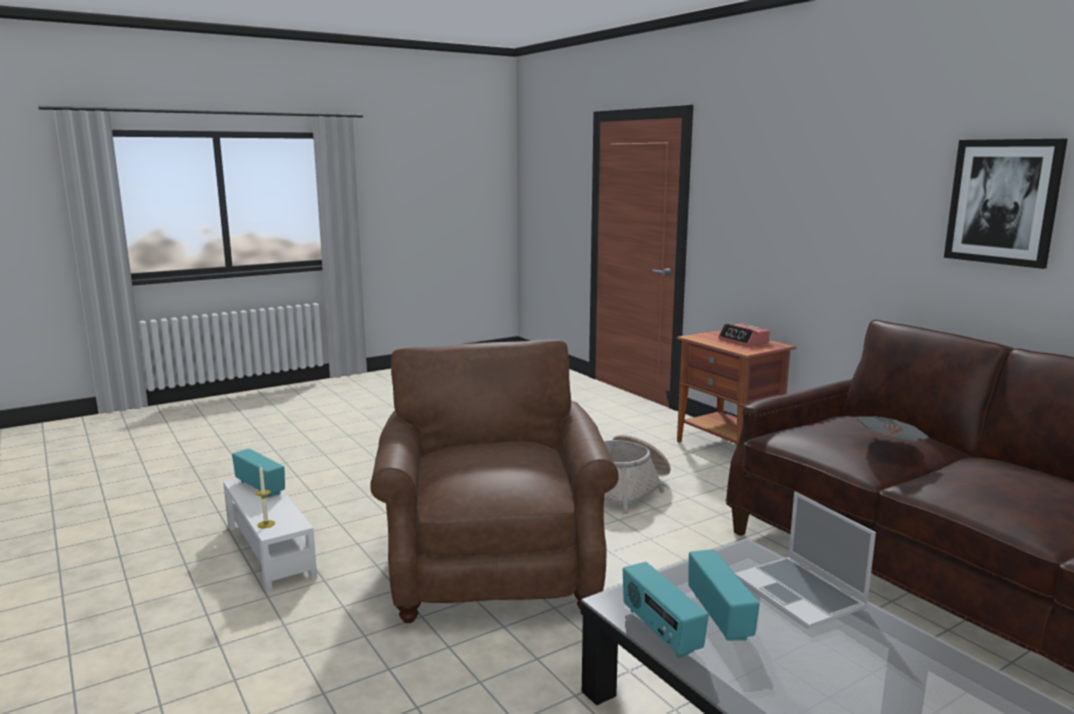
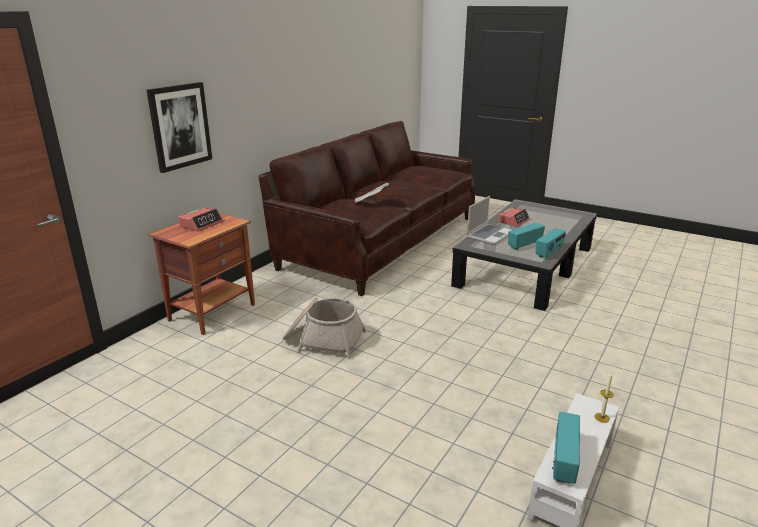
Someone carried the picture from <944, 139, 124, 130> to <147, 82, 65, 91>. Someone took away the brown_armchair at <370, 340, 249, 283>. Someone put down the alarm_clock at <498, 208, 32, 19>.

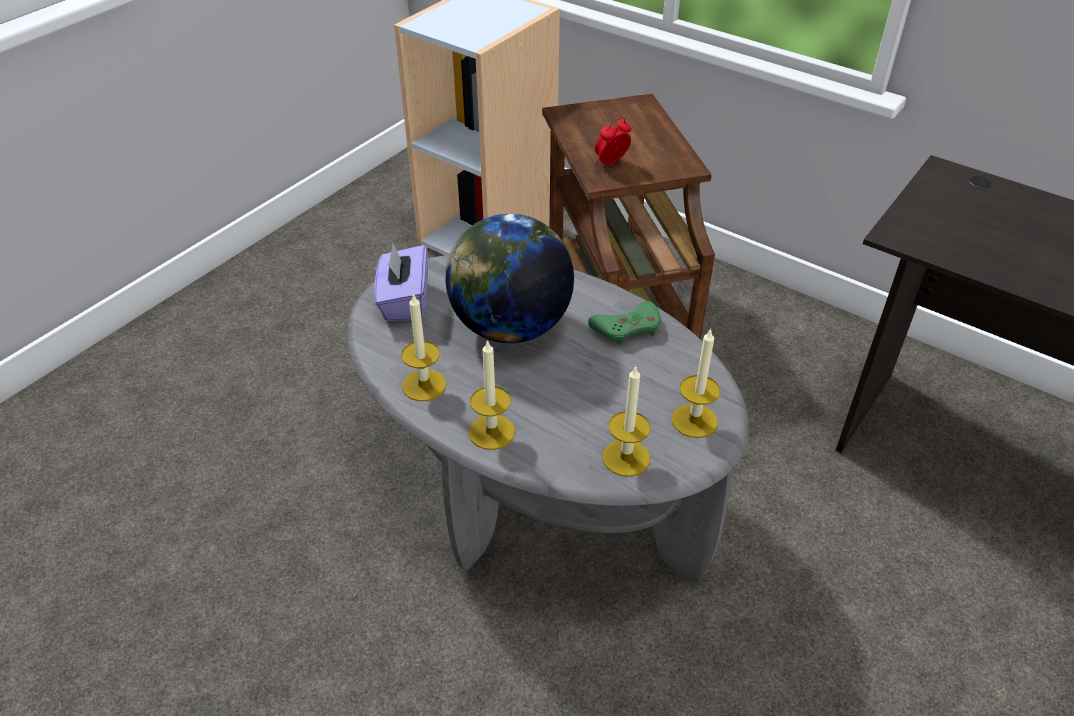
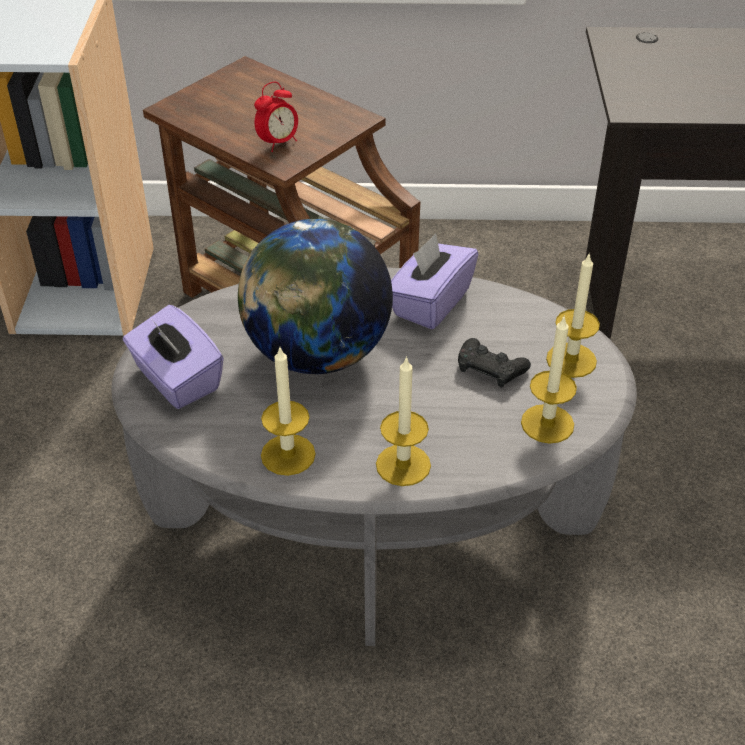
Someone rotated the alarm_clock at <595, 118, 36, 48> by 150 degrees counterclockwise. Someone swapped the green_game_controller at <588, 301, 73, 45> for the purple_tissue_box at <391, 233, 87, 96>. Someone put down the black_game_controller at <458, 338, 73, 50>.

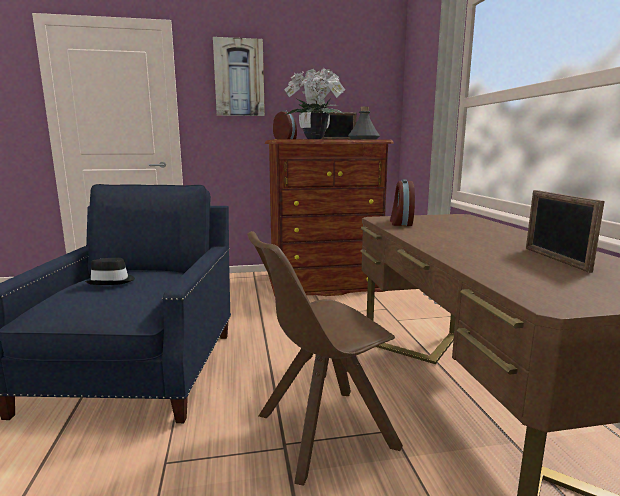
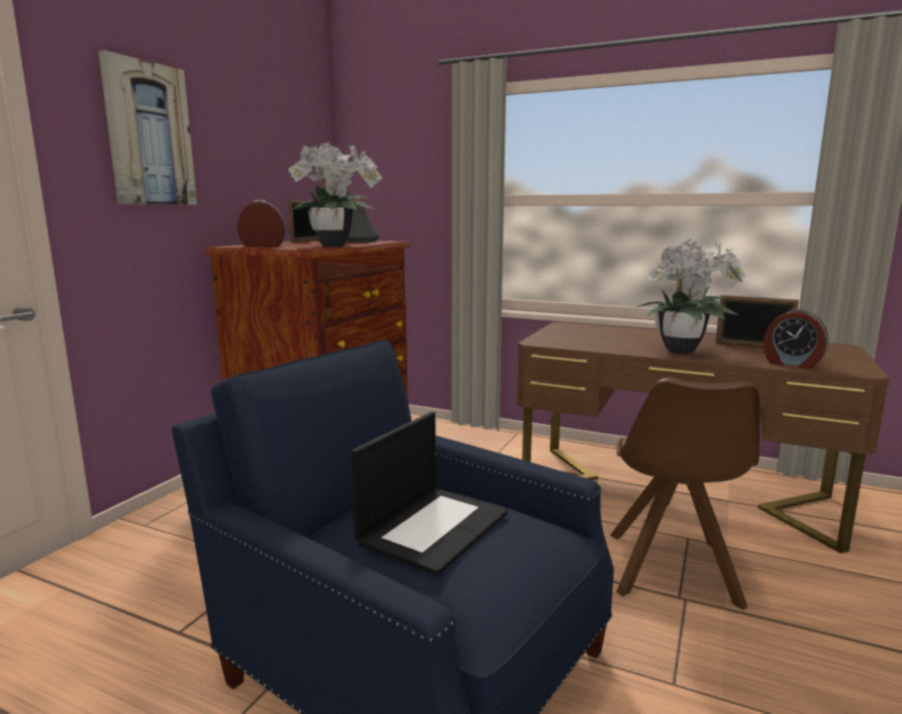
Someone carried the alarm_clock from <390, 179, 25, 47> to <763, 309, 65, 60>. Someone swapped the black_hat at <85, 258, 50, 27> for the laptop at <351, 412, 157, 164>. Someone put down the potted_plant at <635, 238, 110, 116>.

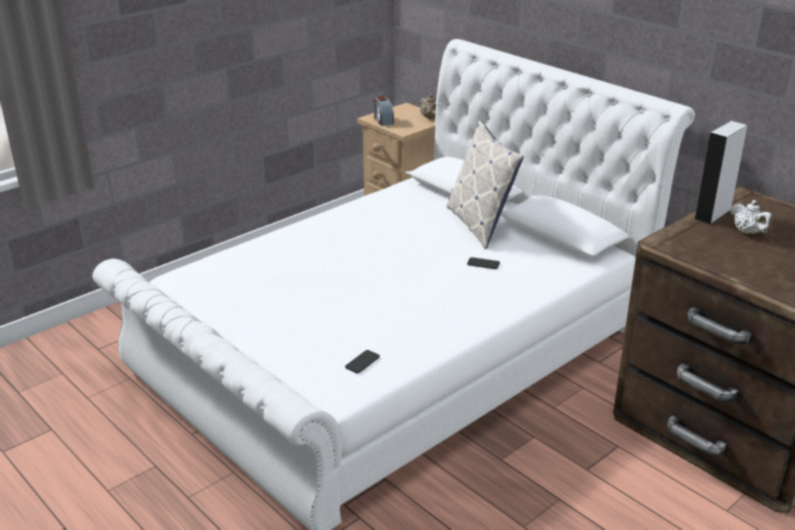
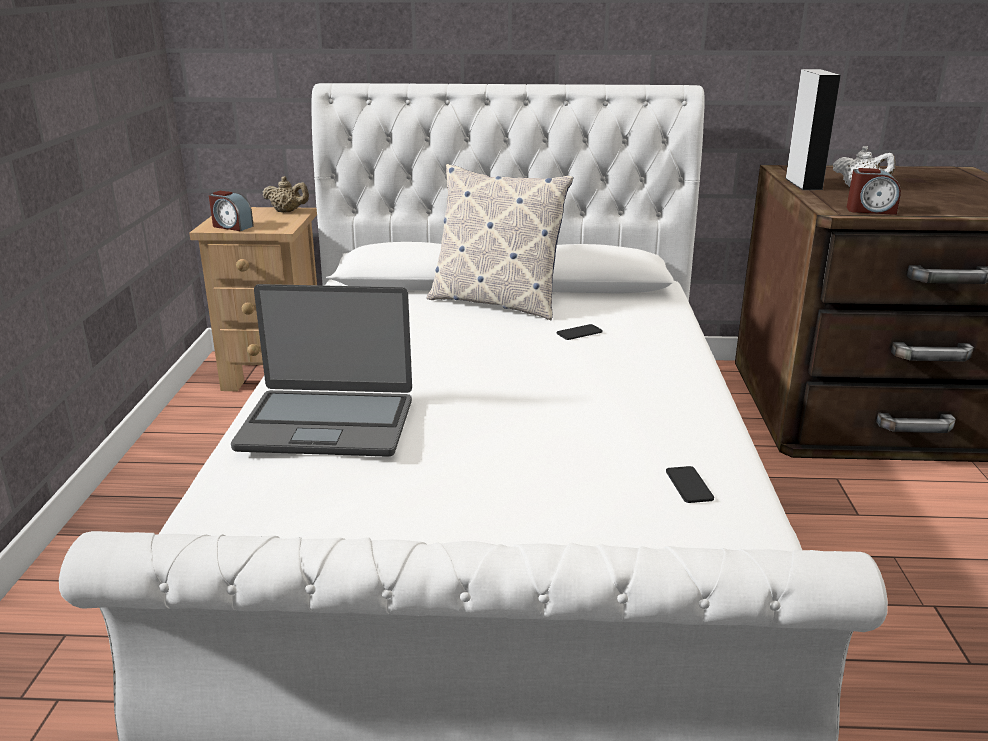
Someone put down the alarm_clock at <847, 168, 54, 47>. Someone put down the laptop at <231, 284, 181, 173>.

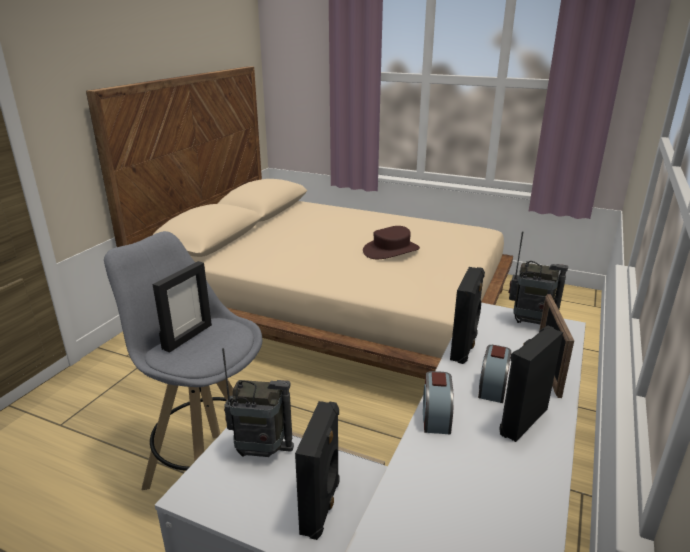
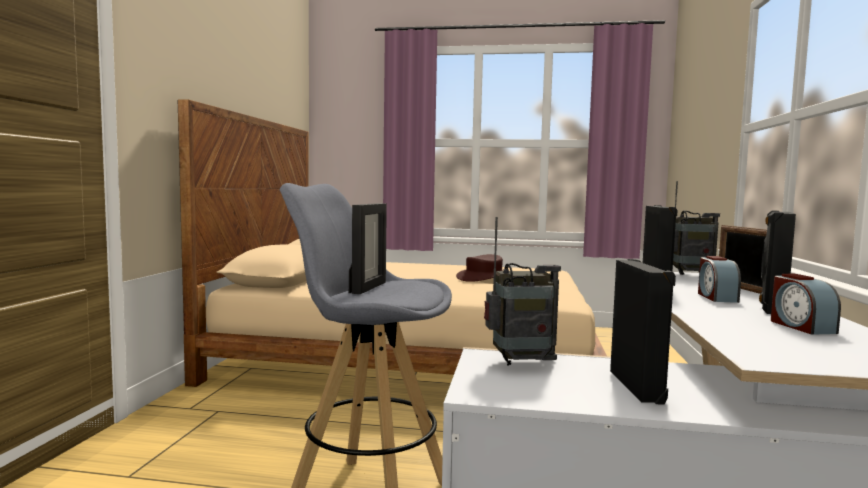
Someone carried the alarm_clock from <423, 371, 31, 63> to <771, 274, 70, 61>.

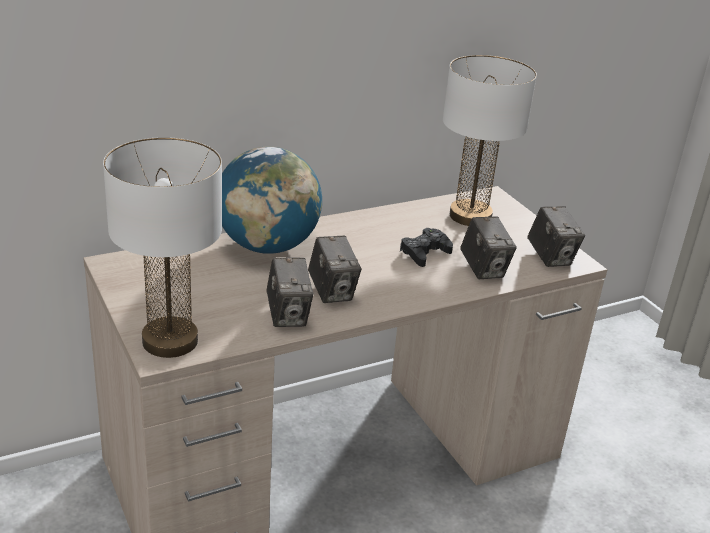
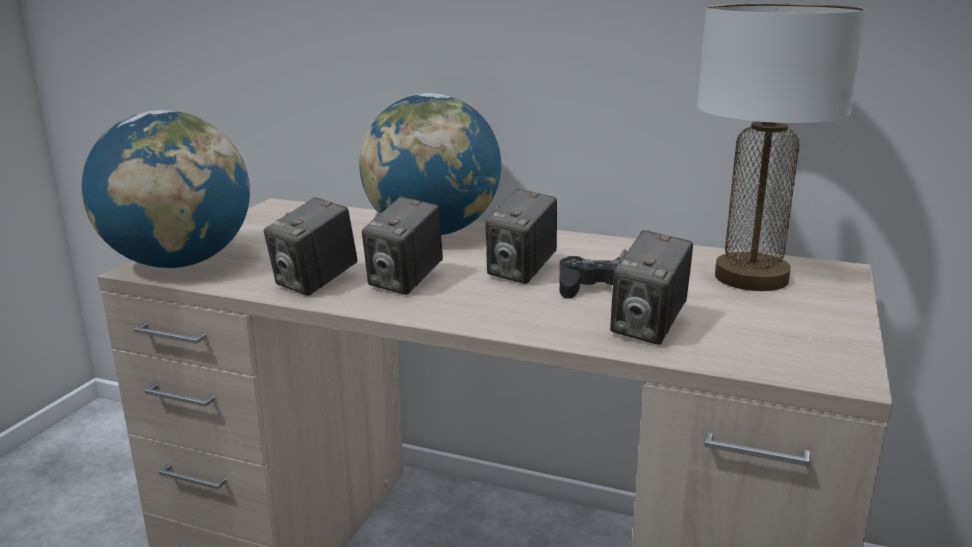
Someone swapped the table_lamp at <103, 137, 119, 221> for the globe at <82, 110, 168, 158>. Someone carried the photo_camera from <528, 206, 57, 61> to <485, 189, 72, 95>.

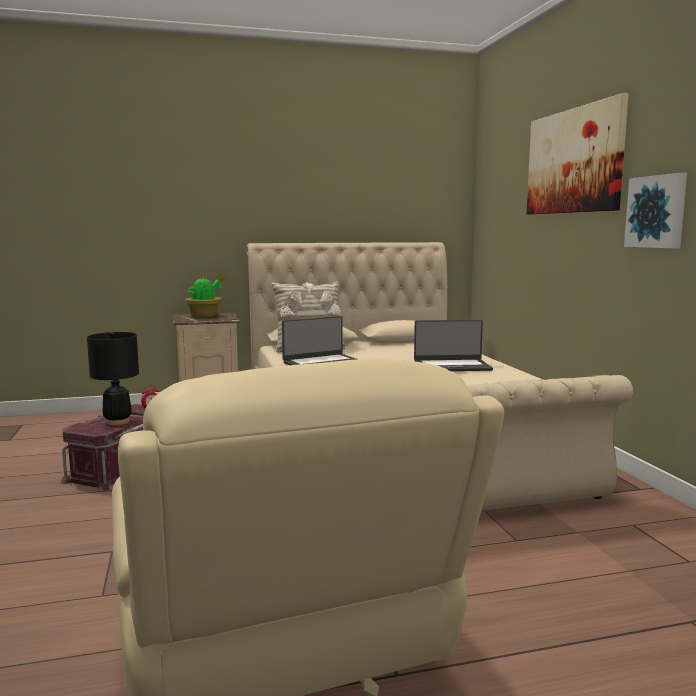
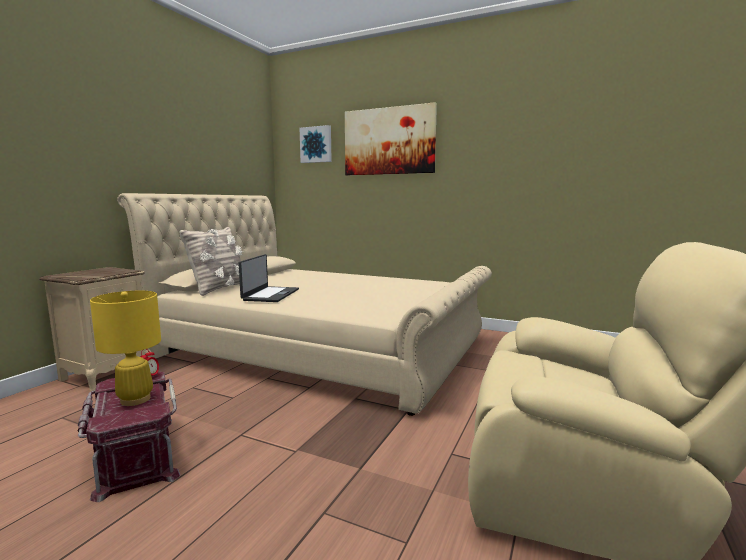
Someone carried the picture from <624, 173, 63, 76> to <300, 125, 32, 38>. Someone took away the potted_plant at <185, 274, 41, 43>. Someone took away the laptop at <414, 320, 79, 51>. Someone repainted the black_table_lamp at <87, 332, 52, 93>, which became the yellow_table_lamp at <90, 291, 71, 115>.

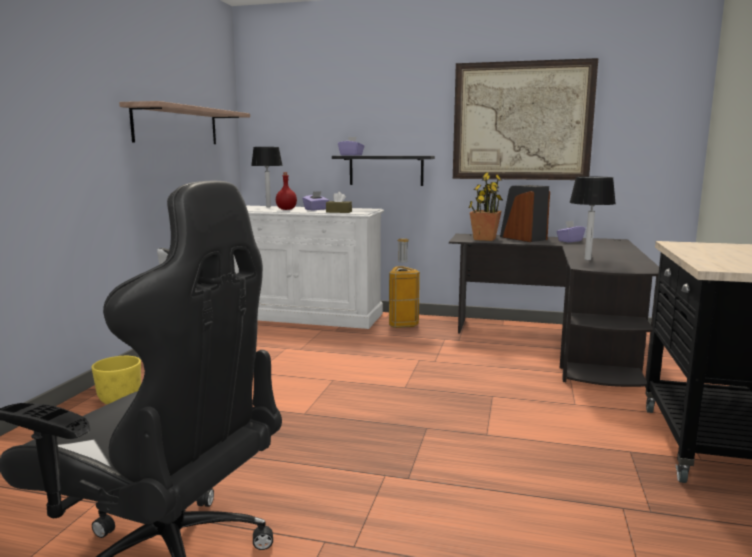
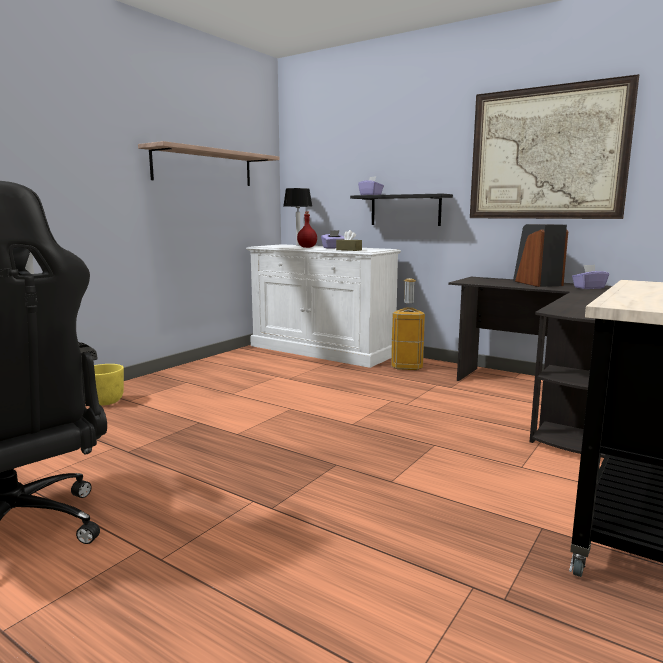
Someone took away the potted_plant at <469, 172, 34, 69>. Someone took away the table_lamp at <569, 176, 47, 84>.

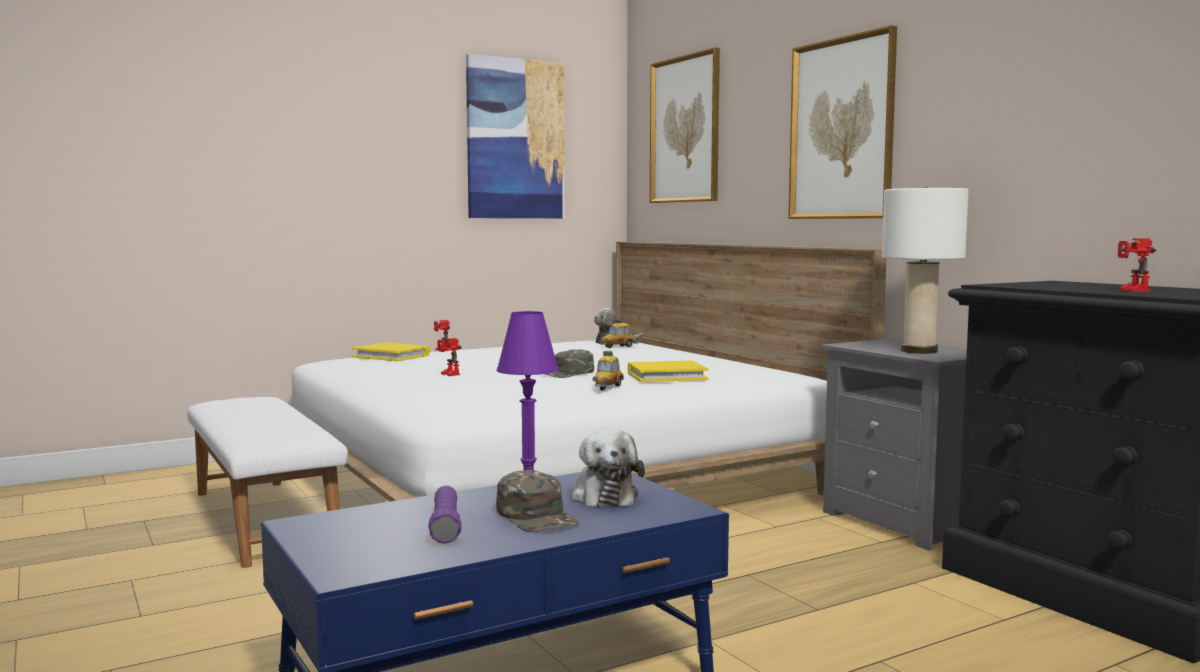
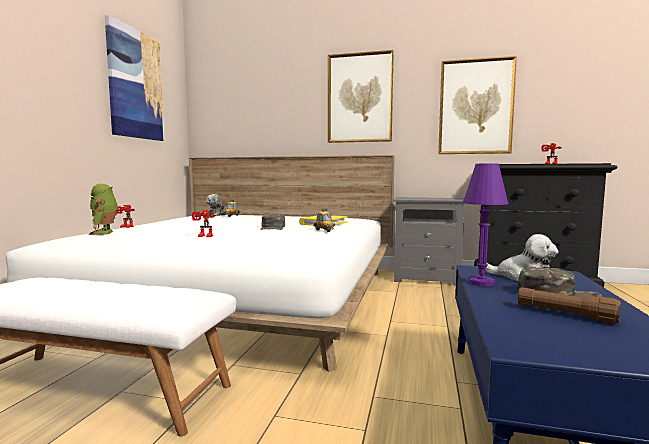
Someone carried the picture from <650, 47, 70, 156> to <438, 56, 79, 98>. Someone took away the white_table_lamp at <882, 187, 87, 167>. Someone swapped the yellow_book at <352, 342, 78, 19> for the toy_robot at <89, 183, 29, 52>. Someone repainted the purple_flashlight at <428, 485, 34, 59>, which became the brown_flashlight at <518, 288, 103, 36>.

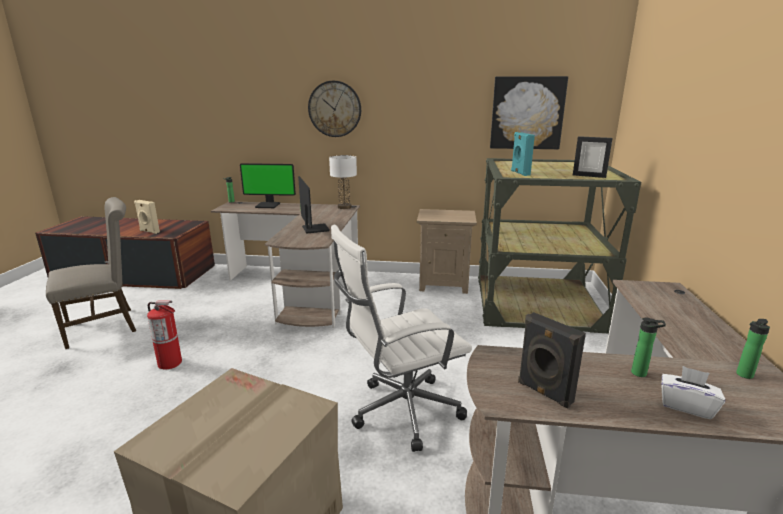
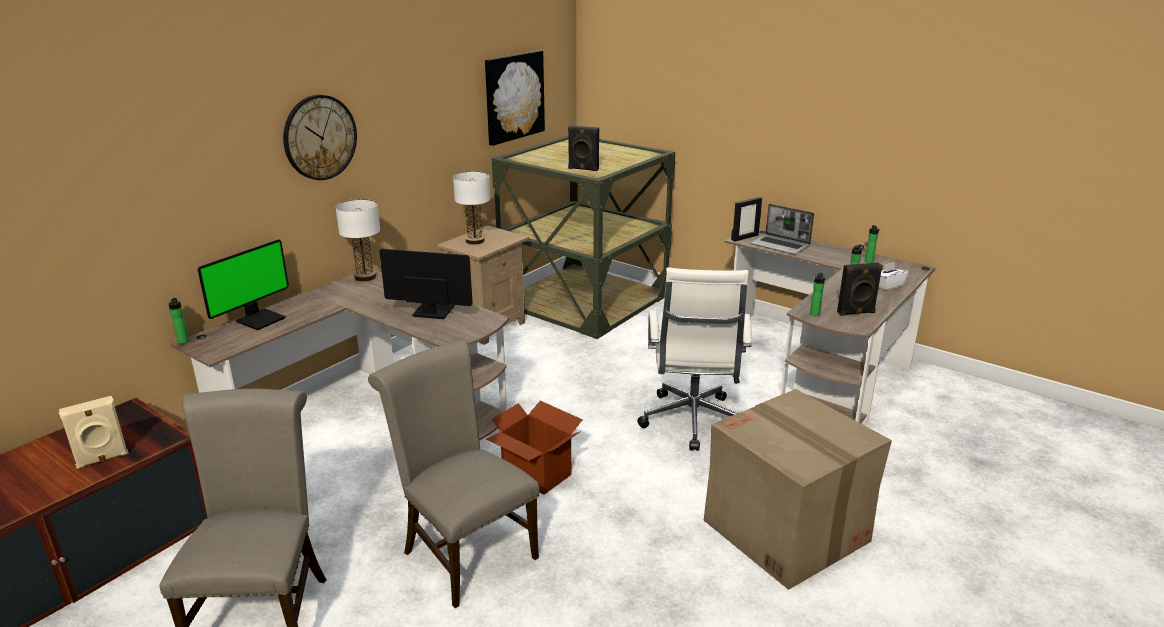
Someone repainted the turquoise_speaker at <511, 132, 24, 44>, which became the black_speaker at <568, 126, 31, 45>. Someone carried the picture_frame from <573, 136, 40, 42> to <731, 197, 31, 45>. Someone swapped the fire_extinguisher at <147, 301, 35, 69> for the beige_chair at <368, 340, 172, 268>. Someone put down the table_lamp at <453, 171, 38, 74>. Someone put down the laptop at <751, 204, 63, 51>. Someone put down the bottle at <810, 273, 15, 43>. Someone put down the cardboard_box at <486, 401, 97, 94>.

